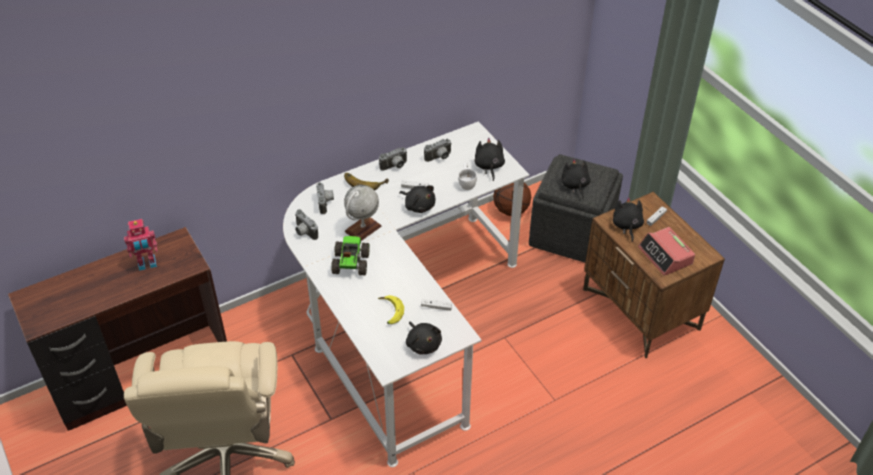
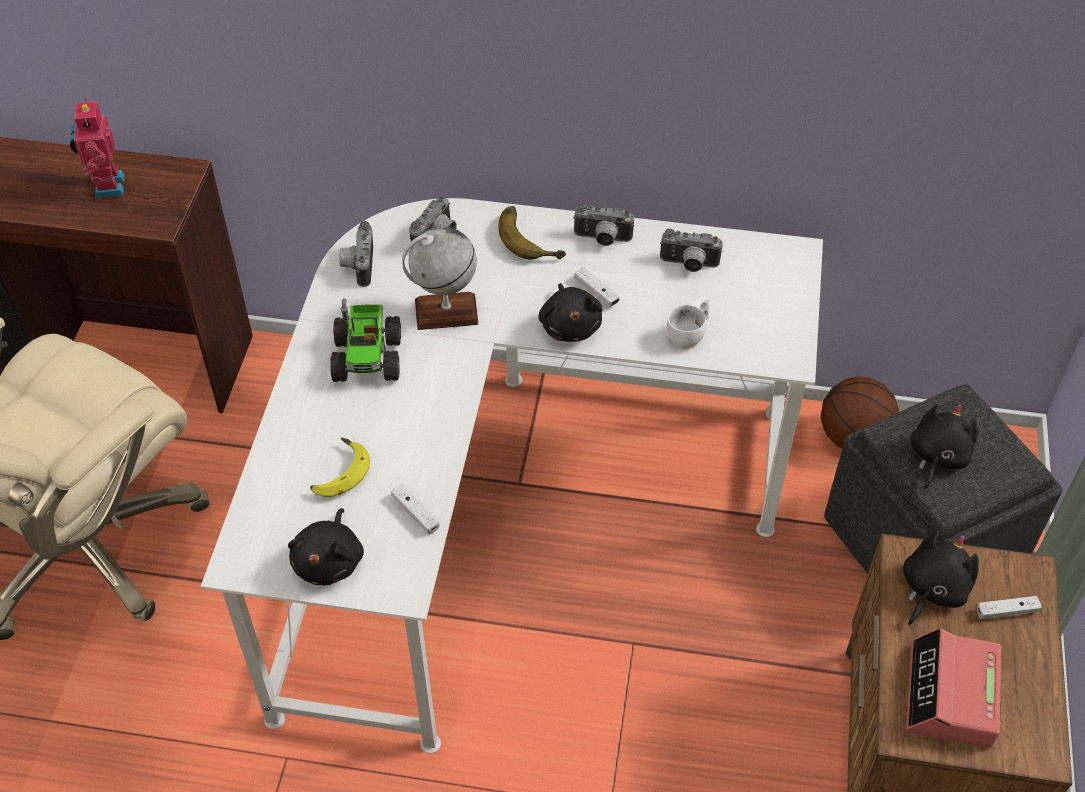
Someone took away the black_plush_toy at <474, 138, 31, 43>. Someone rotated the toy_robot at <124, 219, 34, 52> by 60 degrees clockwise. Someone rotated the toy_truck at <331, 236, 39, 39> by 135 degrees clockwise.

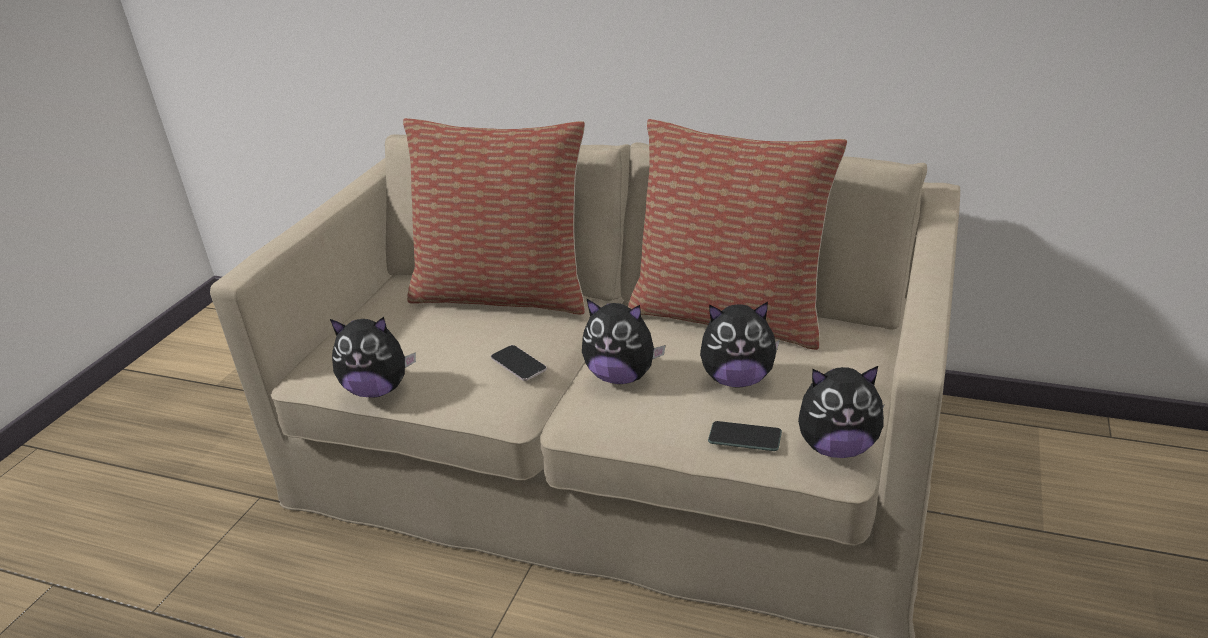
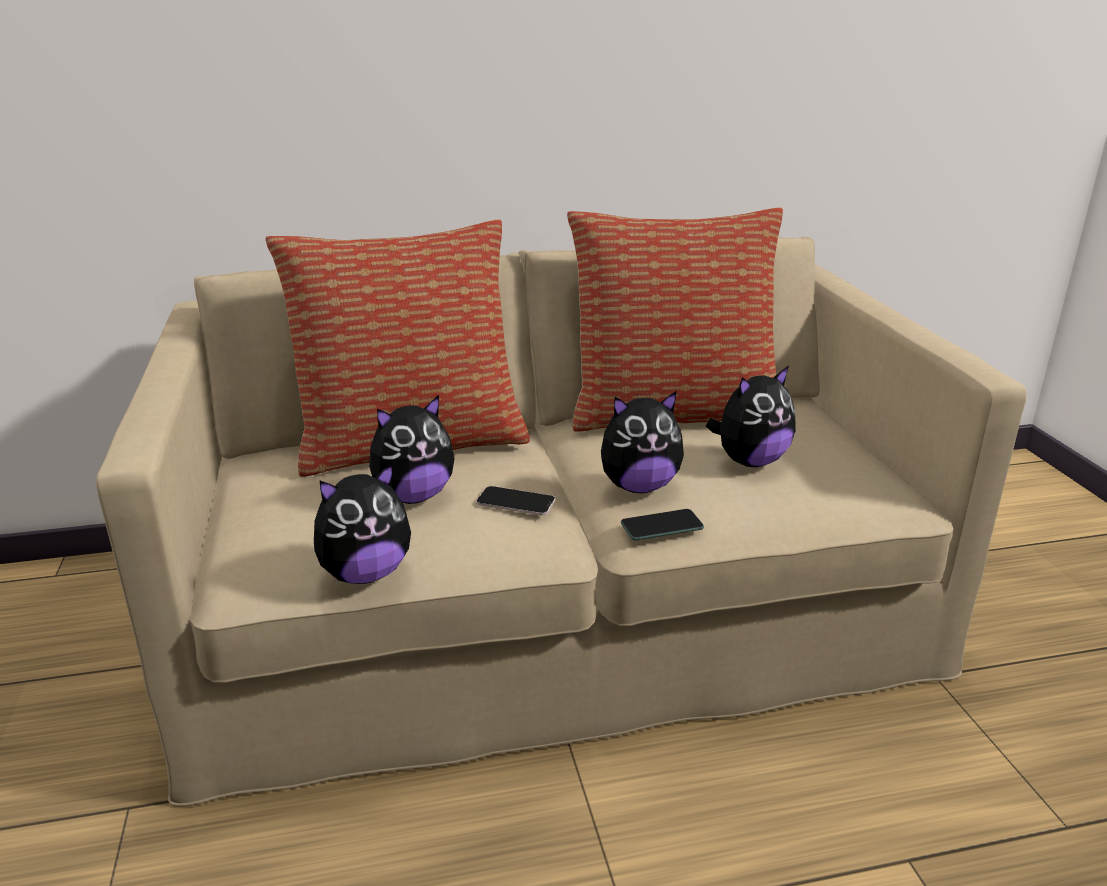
Someone carried the plush_toy from <798, 366, 87, 92> to <369, 395, 86, 109>. Someone carried the phone from <708, 421, 74, 30> to <621, 509, 83, 31>.

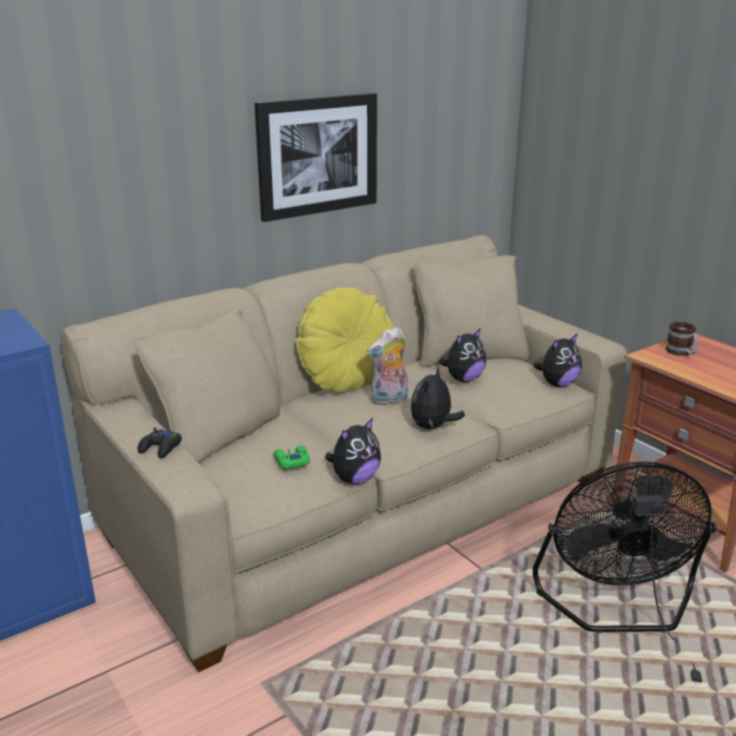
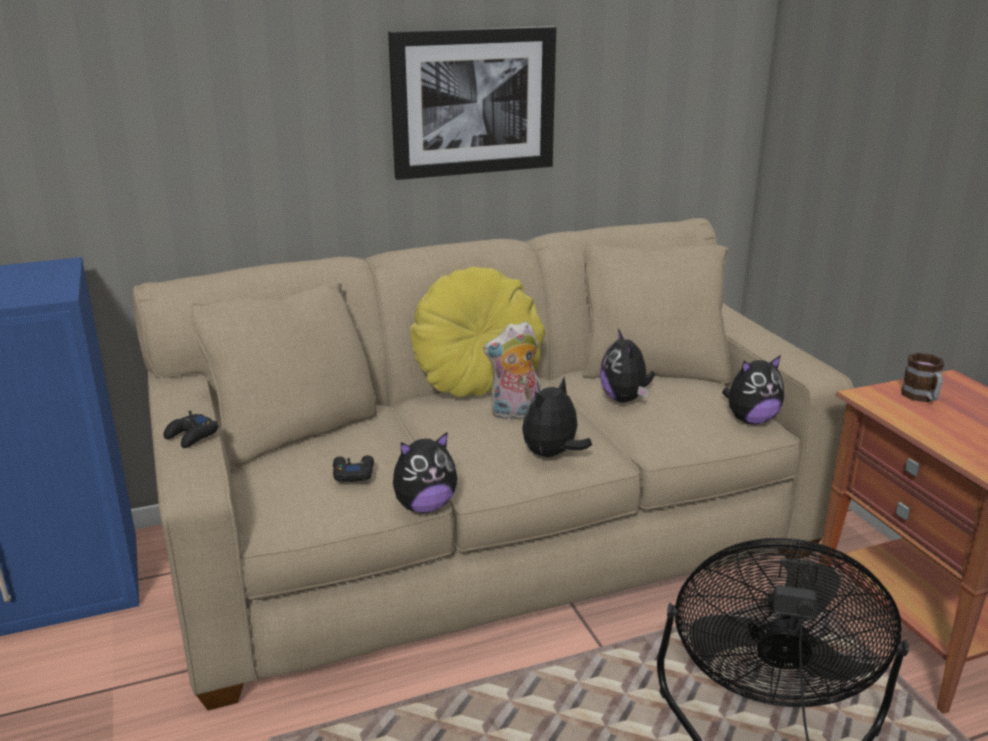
Someone rotated the plush_toy at <439, 328, 47, 54> by 105 degrees clockwise. Someone repainted the green_game_controller at <274, 445, 36, 24>, which became the black_game_controller at <333, 455, 41, 27>.

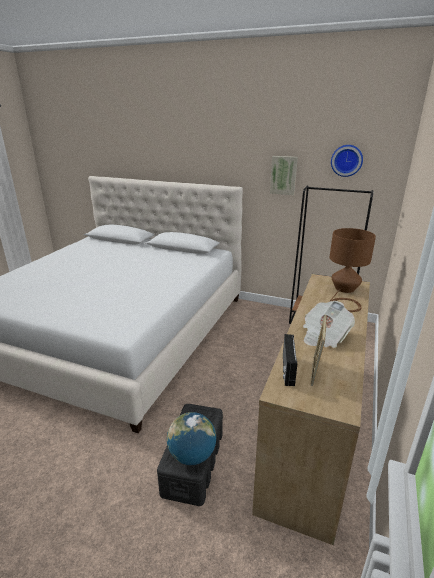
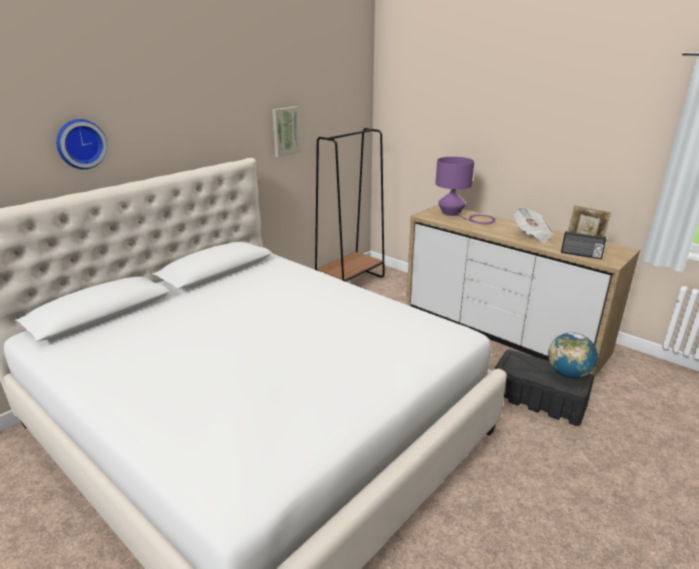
Someone carried the wall_clock from <331, 145, 32, 32> to <56, 119, 51, 50>. Someone repainted the brown_table_lamp at <329, 228, 47, 84>, which became the purple_table_lamp at <435, 157, 60, 67>.

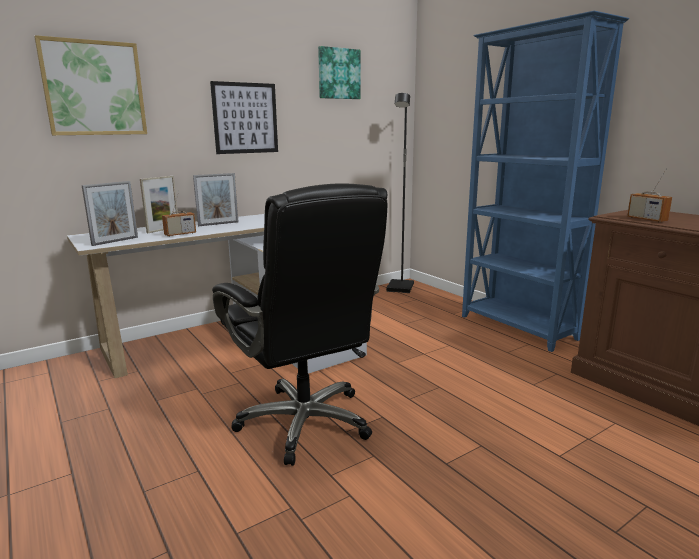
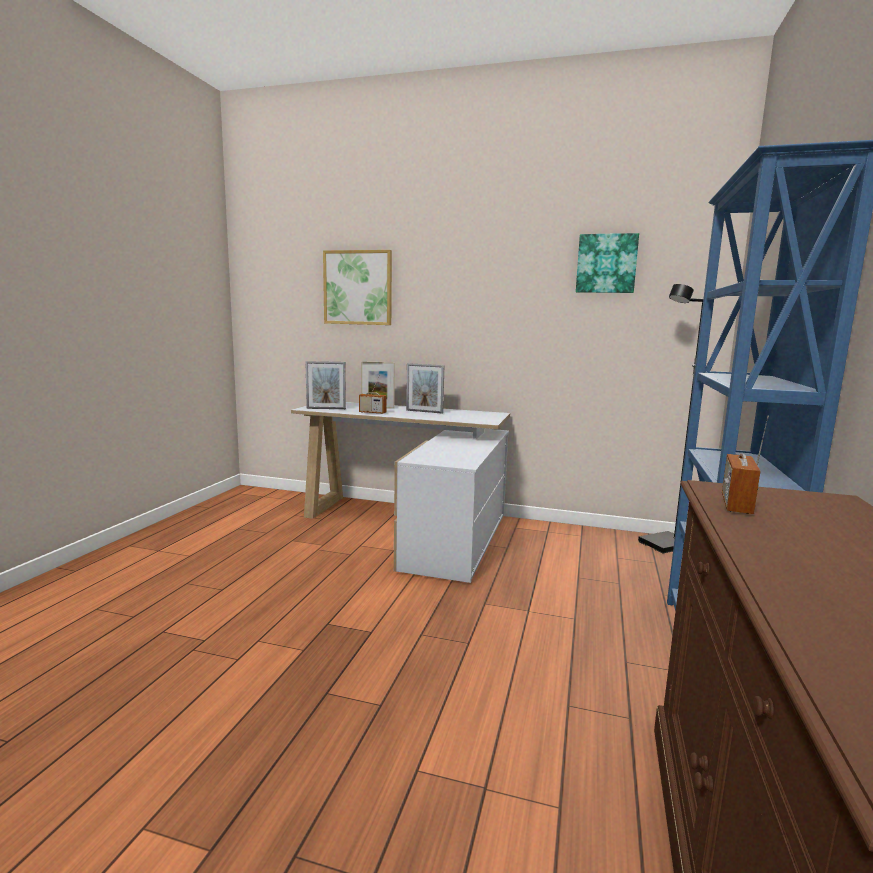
Someone took away the picture at <210, 81, 68, 73>. Someone took away the black_office_chair at <212, 183, 175, 283>.

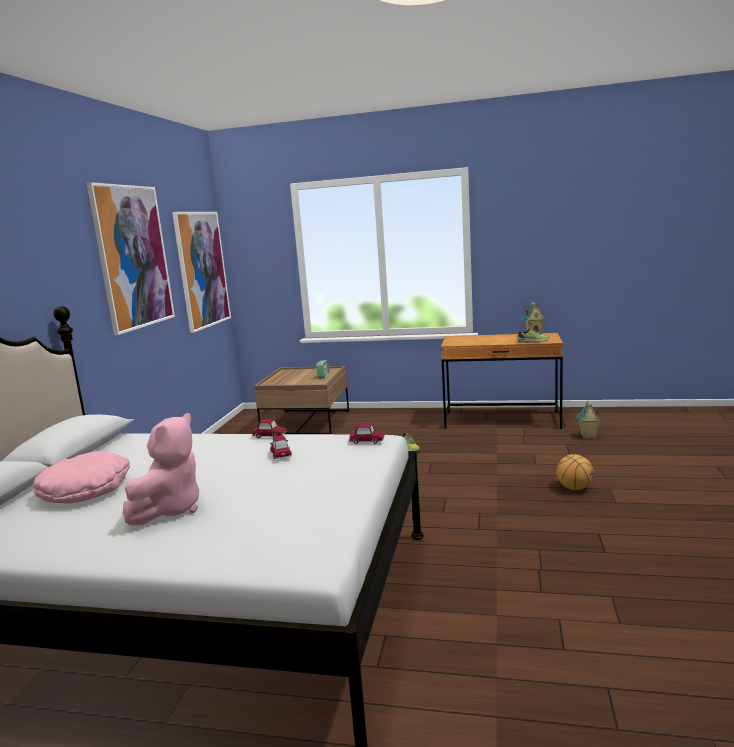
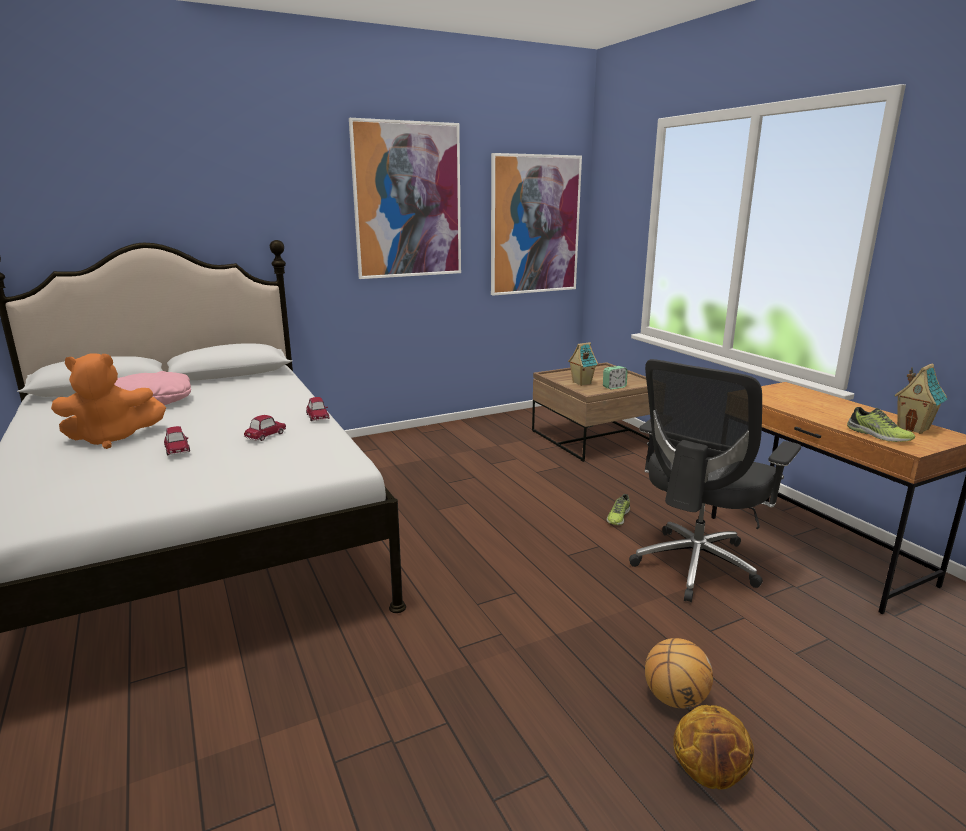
Someone carried the toy_house from <576, 400, 25, 39> to <568, 342, 30, 44>. Someone repainted the pink_plush_toy at <123, 413, 76, 112>, which became the orange_plush_toy at <51, 353, 115, 96>. Someone carried the toy_car from <349, 423, 36, 21> to <164, 426, 26, 29>. Someone put down the office_chair at <629, 359, 172, 243>. Someone put down the basketball at <673, 705, 81, 85>.

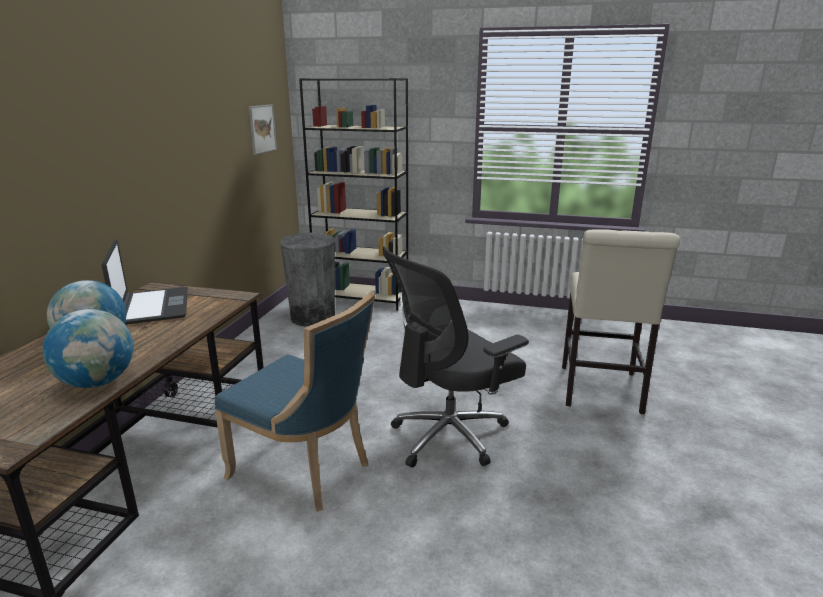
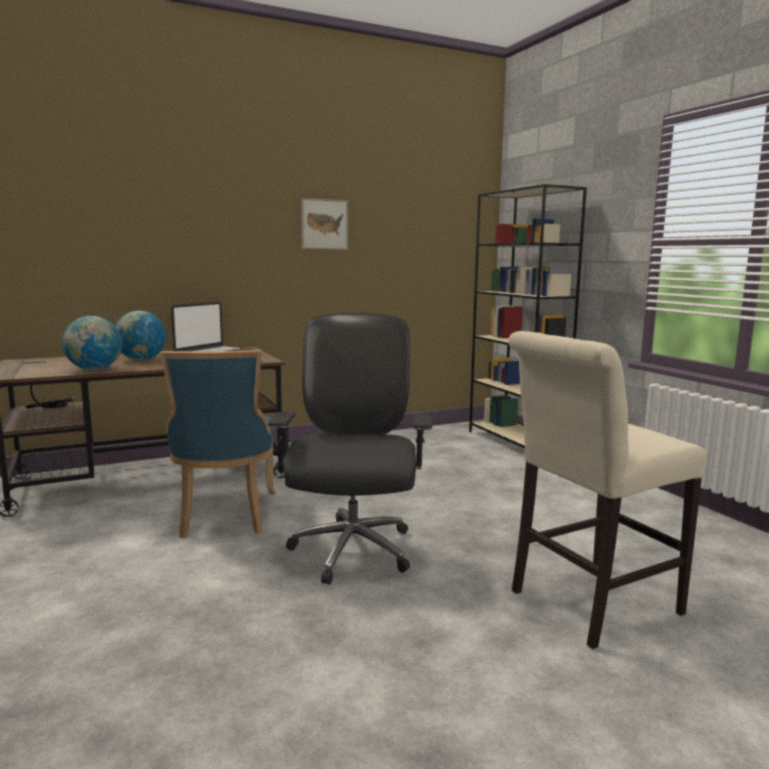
Someone carried the picture from <249, 104, 28, 51> to <301, 198, 47, 52>. Someone took away the grey_trash_can at <279, 233, 57, 94>. Someone rotated the office_chair at <383, 246, 146, 222> by 75 degrees clockwise.

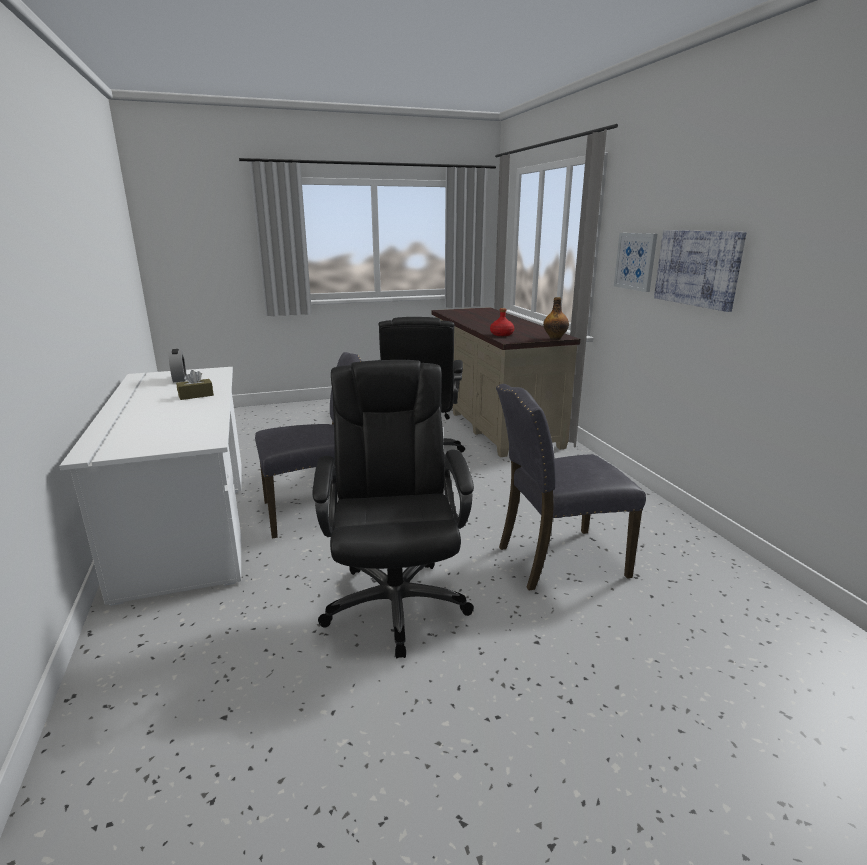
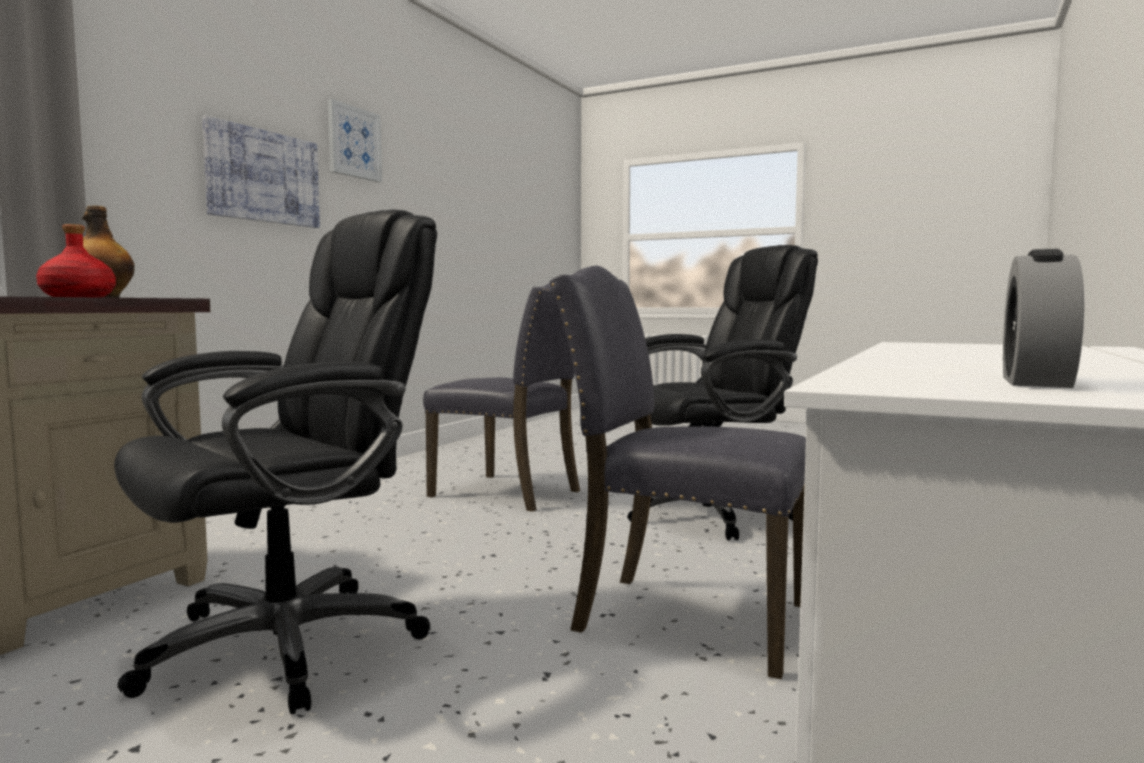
Someone carried the picture from <614, 233, 43, 59> to <328, 99, 54, 83>. Someone rotated the black_office_chair at <313, 360, 161, 298> by 150 degrees counterclockwise. Someone took away the brown_tissue_box at <176, 370, 38, 30>.

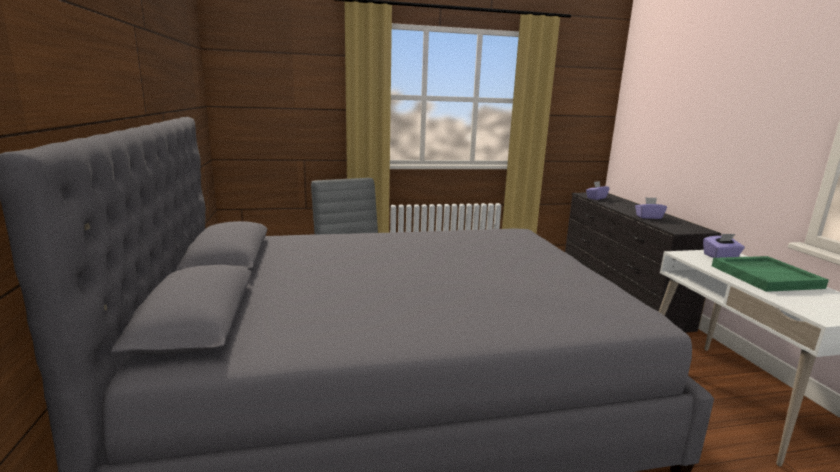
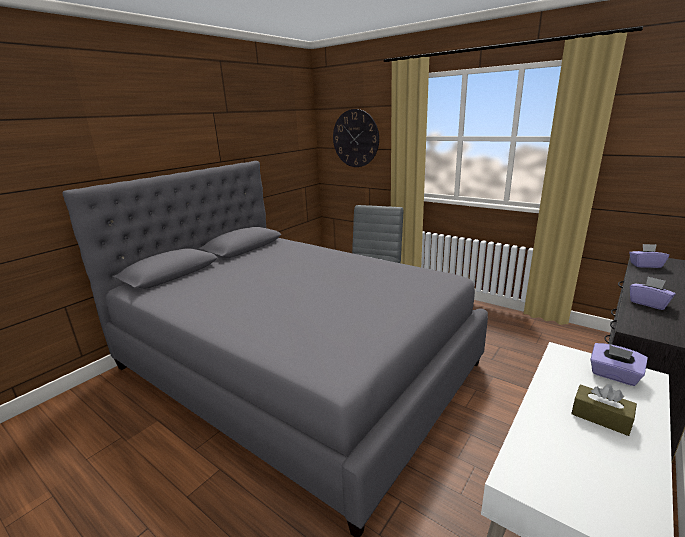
Someone swapped the green_tray at <712, 256, 117, 36> for the brown_tissue_box at <571, 384, 66, 52>. Someone put up the wall_clock at <333, 109, 46, 58>.

